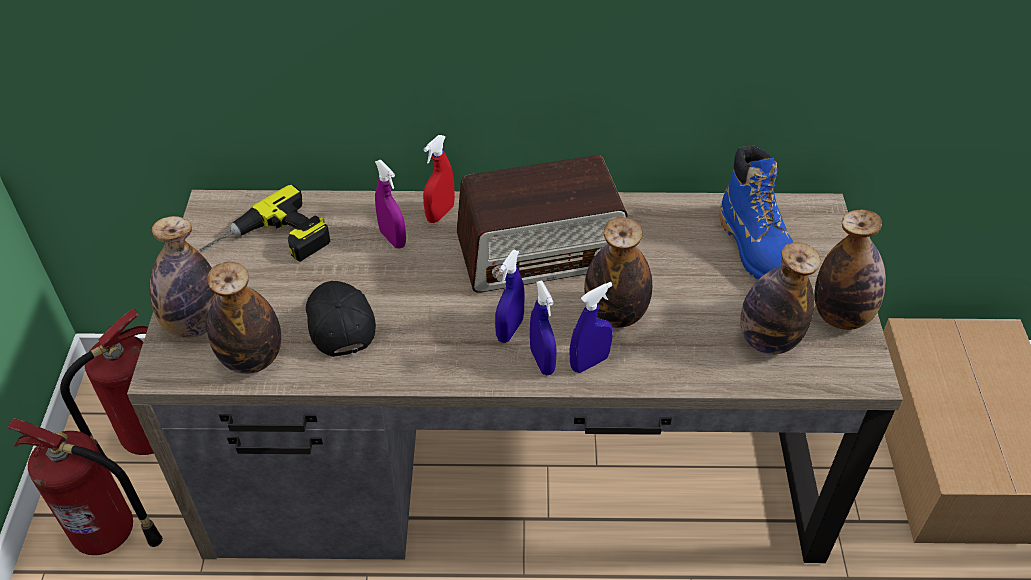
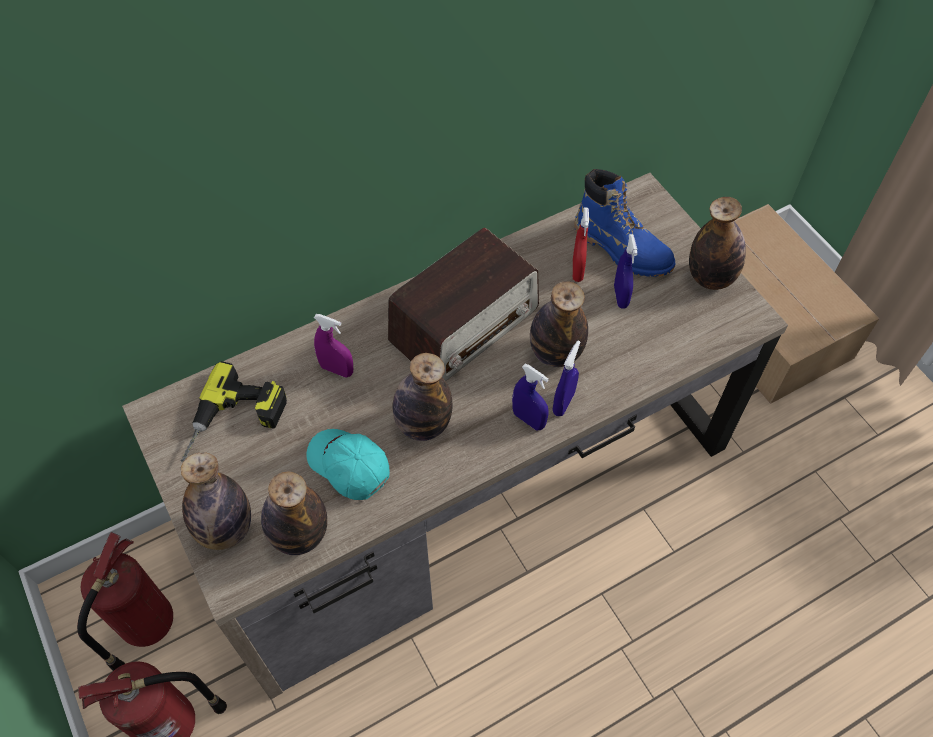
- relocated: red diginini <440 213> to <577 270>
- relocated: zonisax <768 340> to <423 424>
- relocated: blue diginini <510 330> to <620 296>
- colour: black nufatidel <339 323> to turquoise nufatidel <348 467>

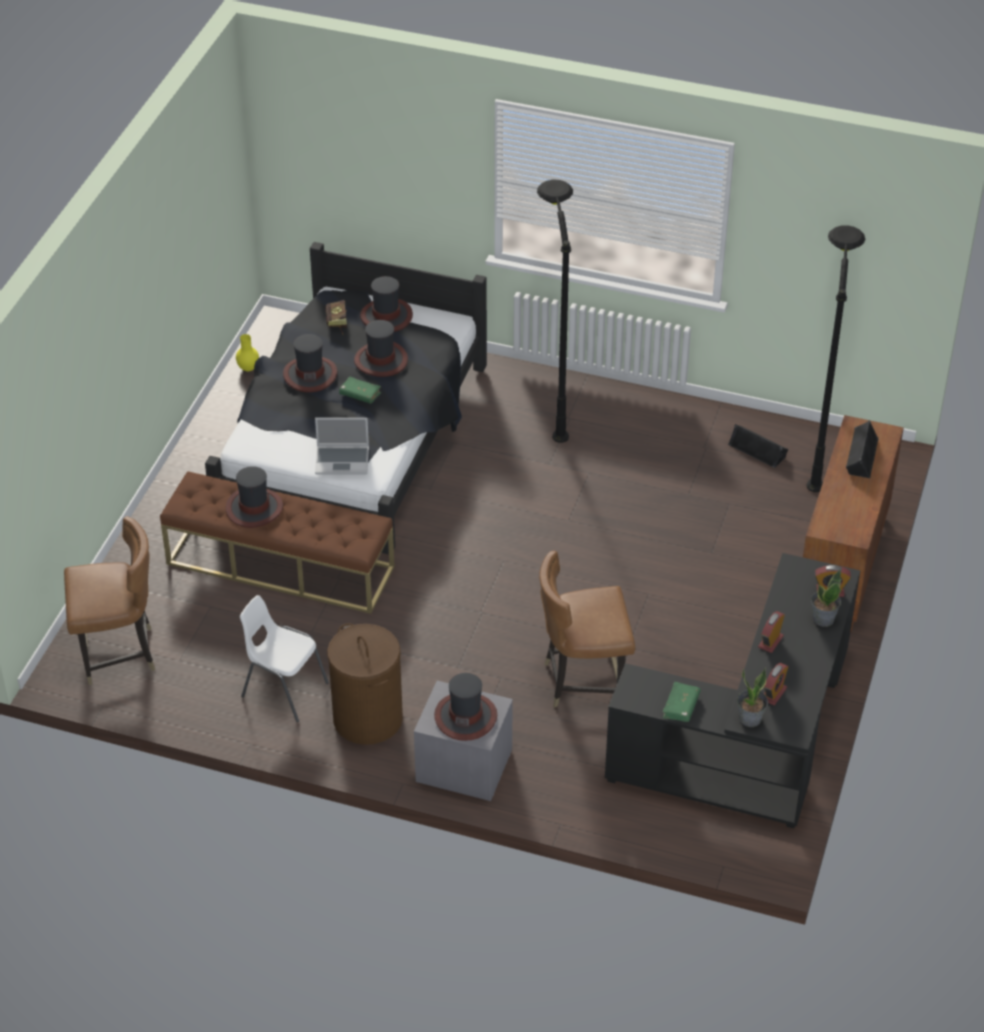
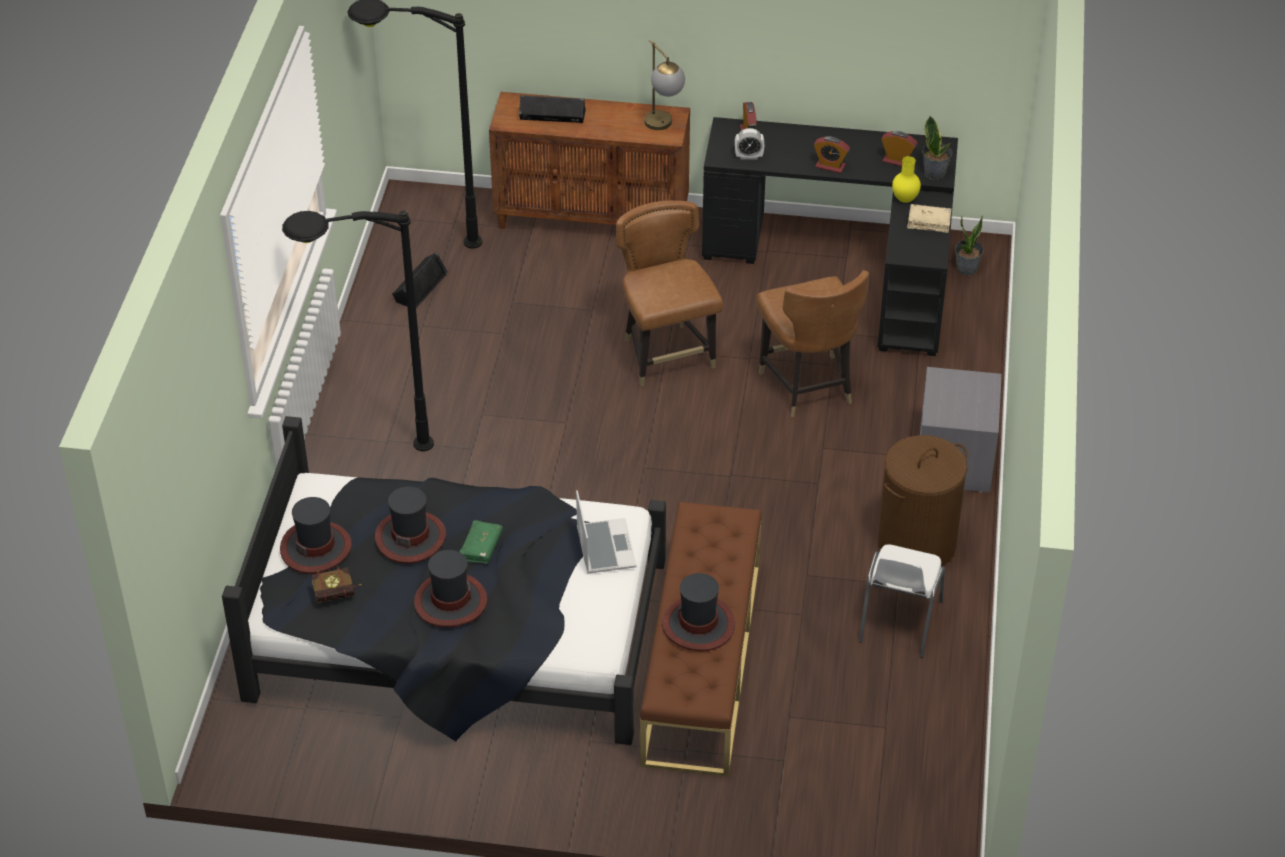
- relocated: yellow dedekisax <248 368> to <905 200>
- relocated: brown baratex <118 653> to <666 355>
- relocated: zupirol <823 619> to <967 269>
- missing: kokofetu <465 716>
- colour: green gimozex <681 706> to beige gimozex <929 222>
- appeared: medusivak <663 127>
- appeared: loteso <749 156>

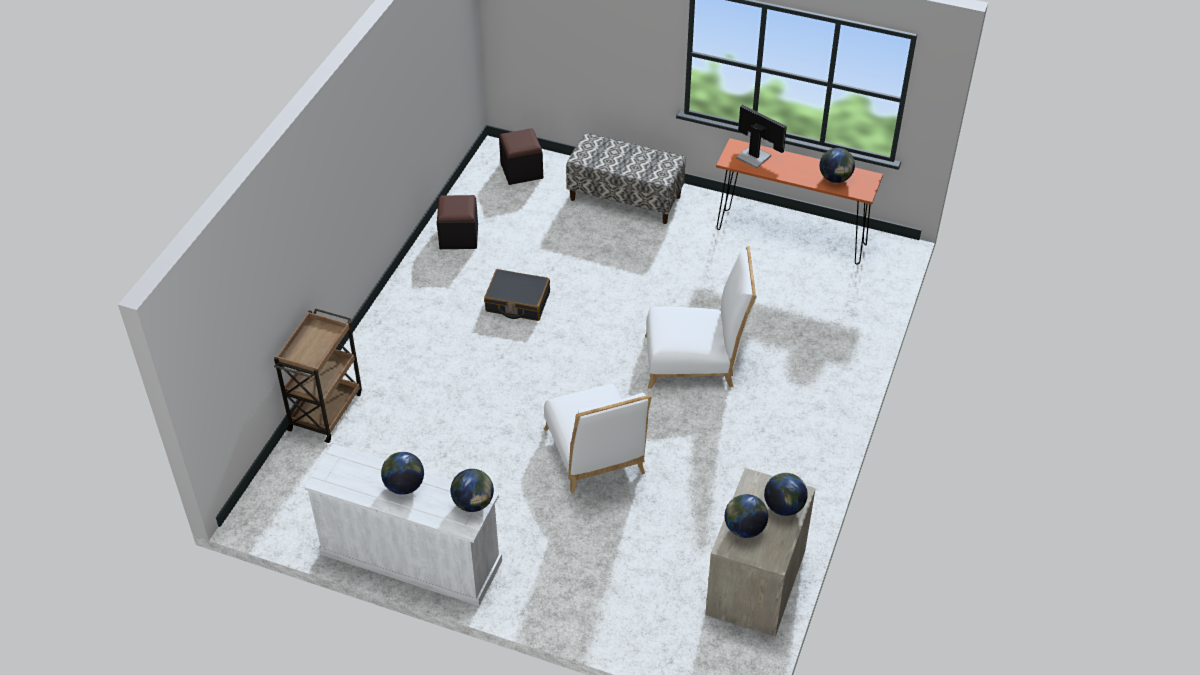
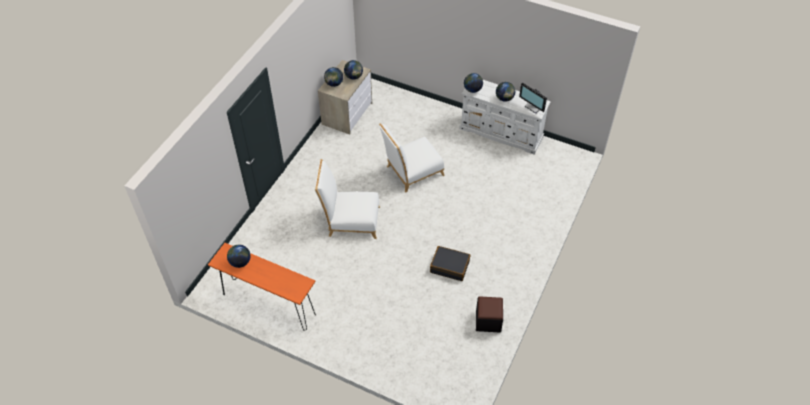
- relocated: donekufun <754 156> to <534 107>
- missing: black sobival <521 171>
- missing: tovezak <625 198>
- missing: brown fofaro <326 410>
- spun: white baratex <596 456> = <412 172> 105 degrees counterclockwise

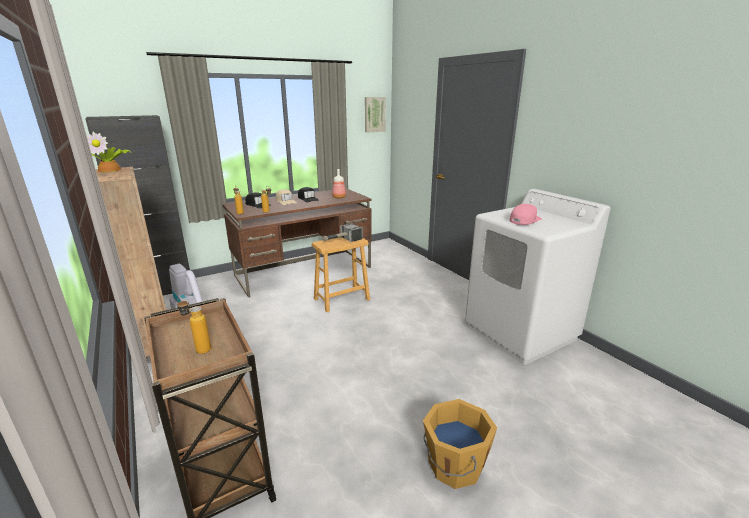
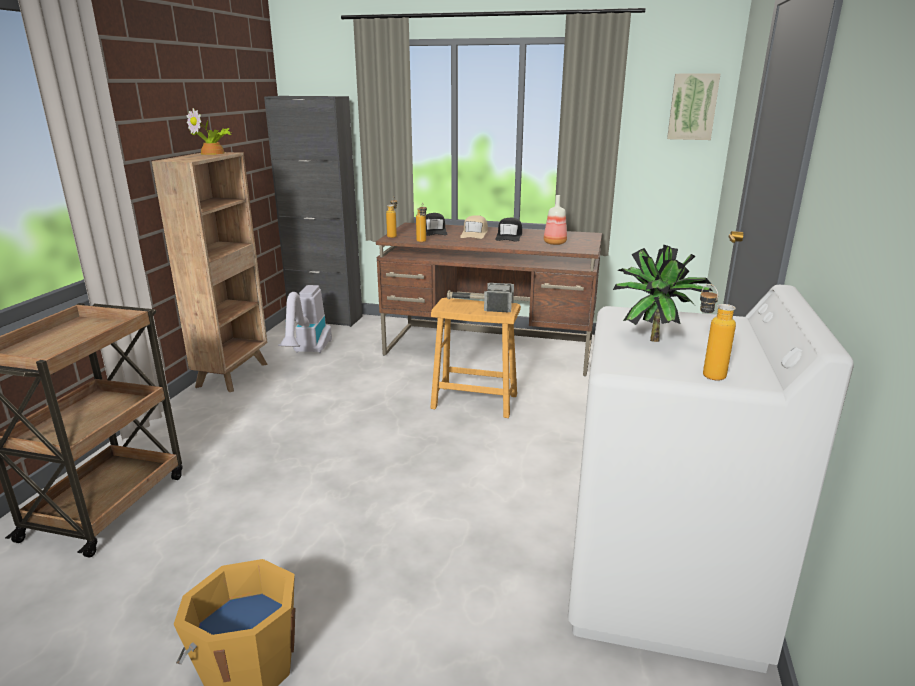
- exchanged: pink nufatidel <525 220> to zupirol <652 338>
- relocated: zonisax <198 349> to <706 373>

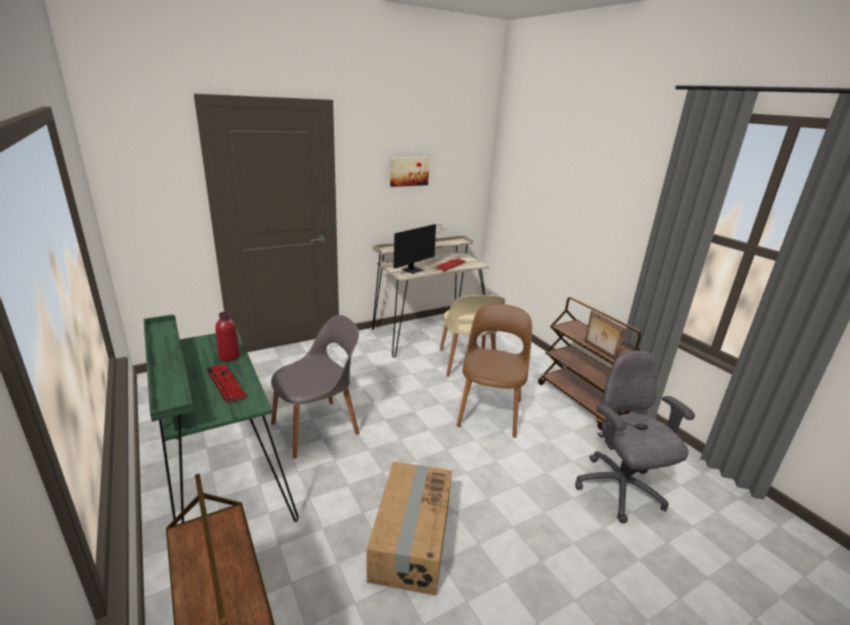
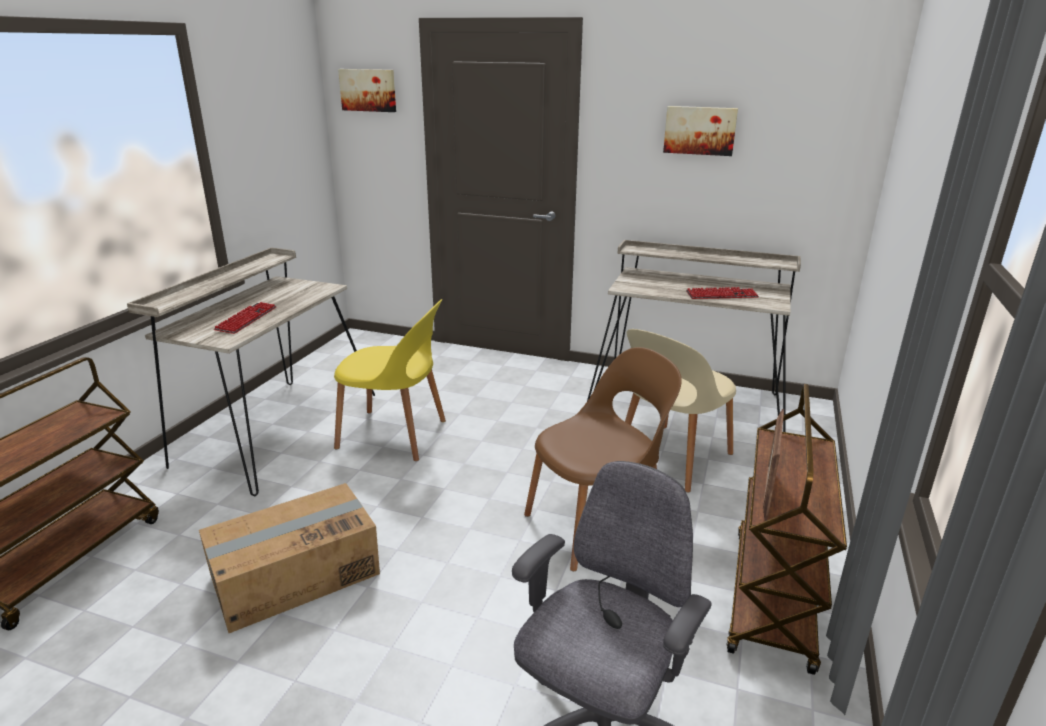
- missing: donekufun <415 269>
- missing: red zonisax <229 356>
- colour: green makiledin <221 474> to beige makiledin <274 429>
- colour: grey baratex <317 427> to yellow baratex <395 435>
- appeared: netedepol <368 90>

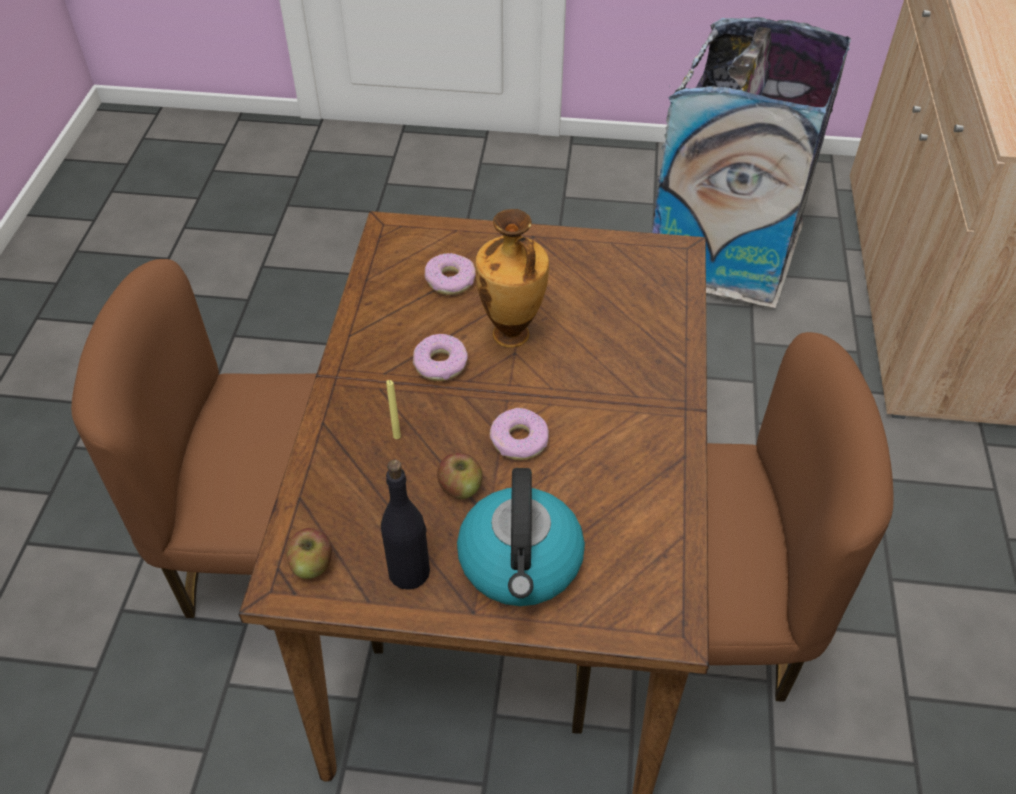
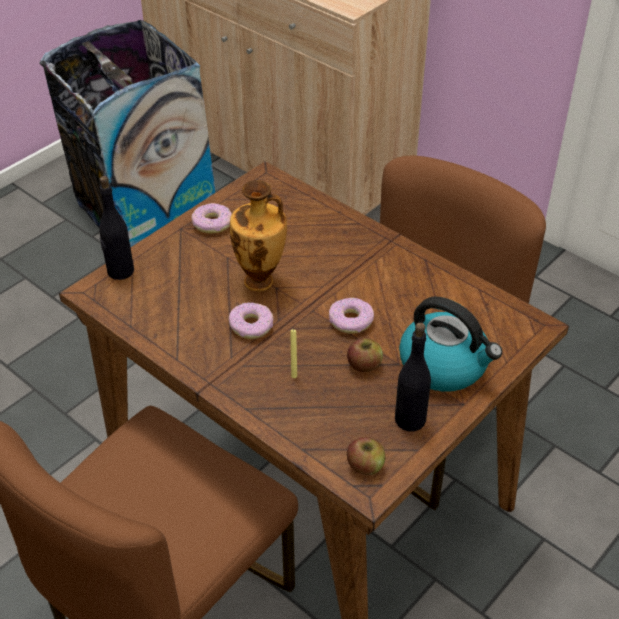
- relocated: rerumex <450 280> to <212 223>
- appeared: black zonisax <120 271>

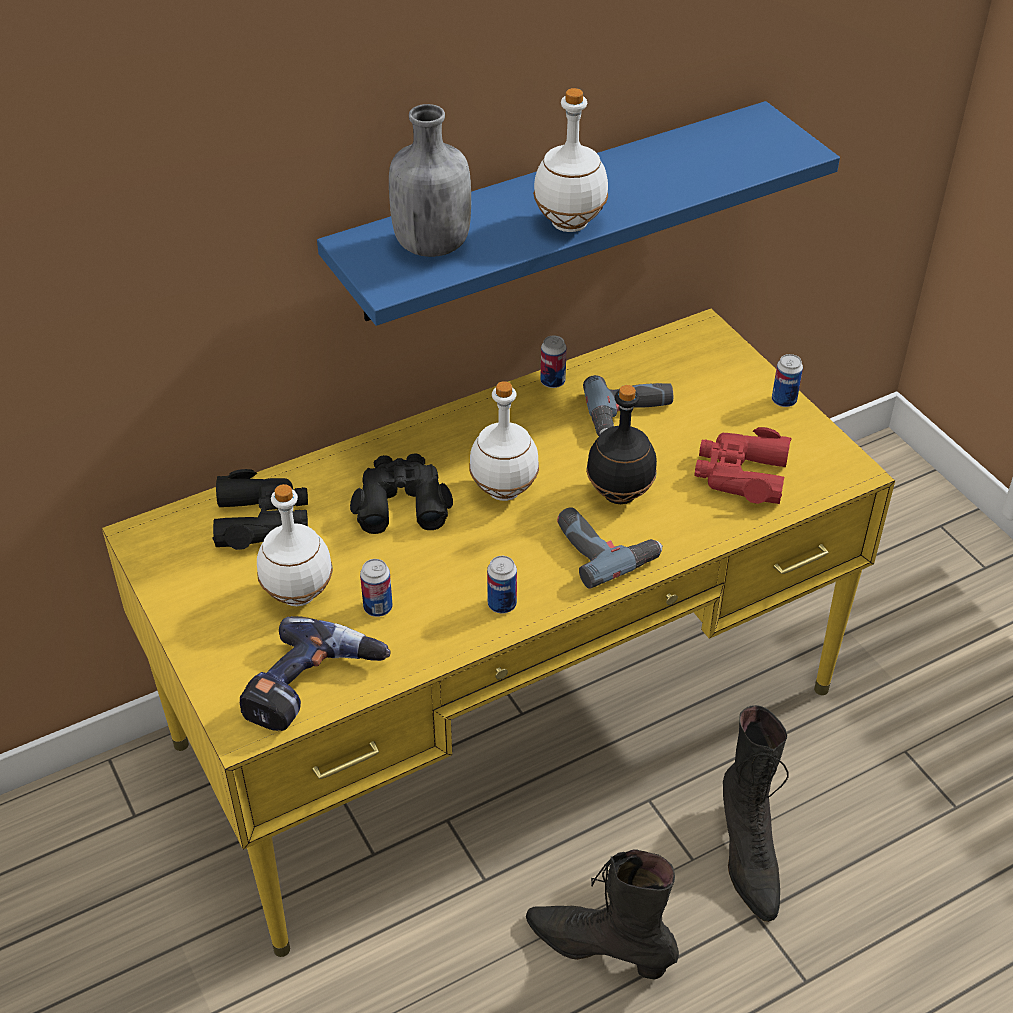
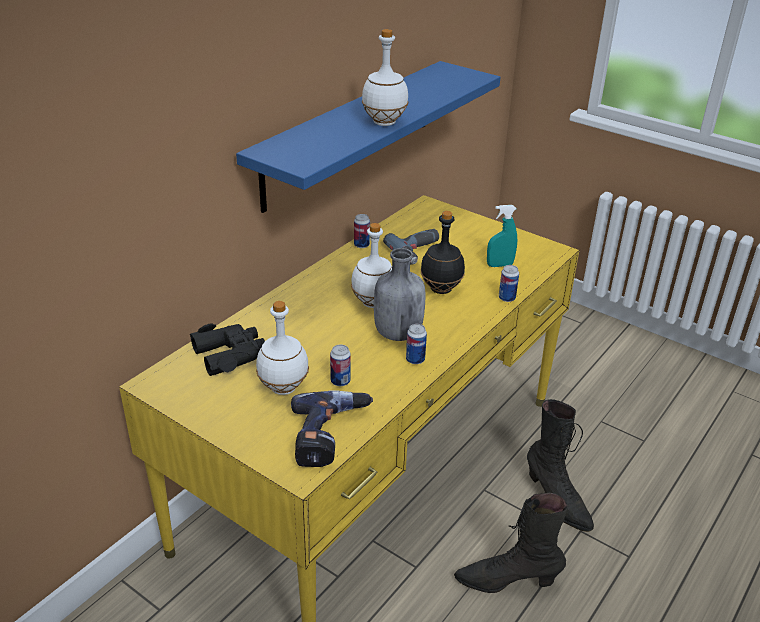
- relocated: grey zonisax <431 245> to <397 333>
- relocated: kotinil <784 400> to <507 298>
- exchanged: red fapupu <741 475> to turquoise diginini <499 265>
- missing: black fapupu <401 501>
- missing: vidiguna <604 548>

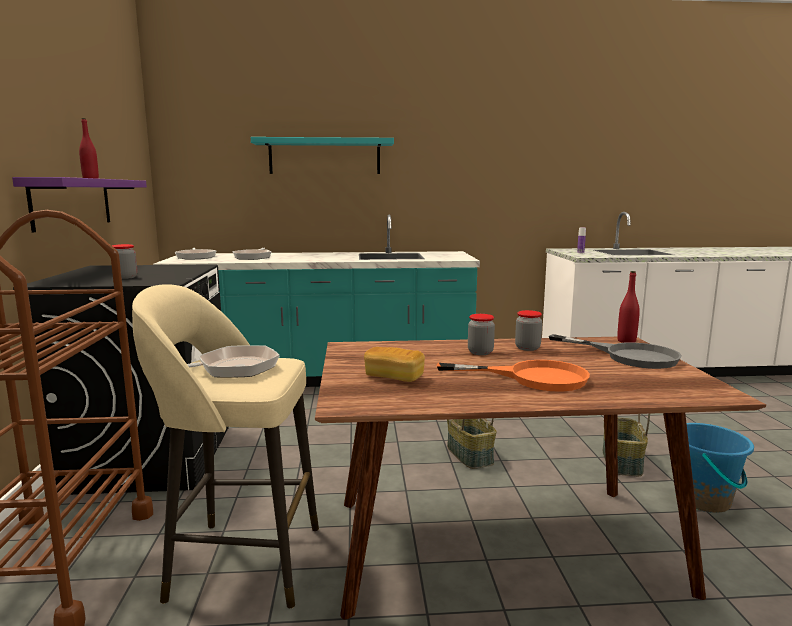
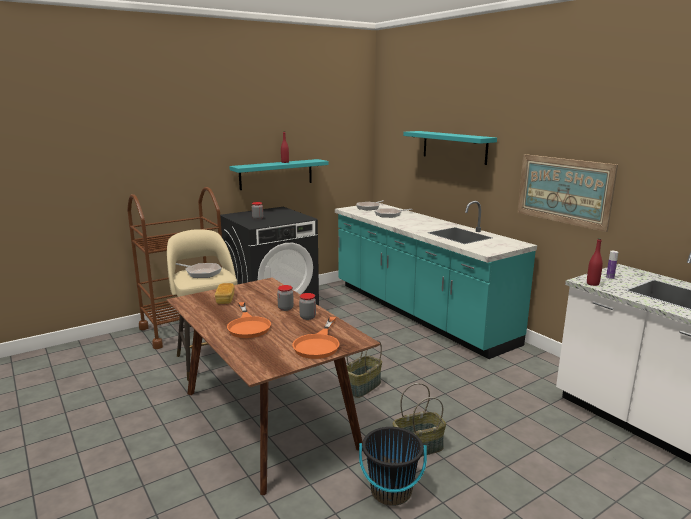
- colour: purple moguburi <72 203> to turquoise moguburi <276 174>
- relocated: red zonisax <626 341> to <592 284>
- colour: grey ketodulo <628 356> to orange ketodulo <318 344>
- colour: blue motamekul <703 499> to black motamekul <391 491>
- appeared: netedepol <564 190>

